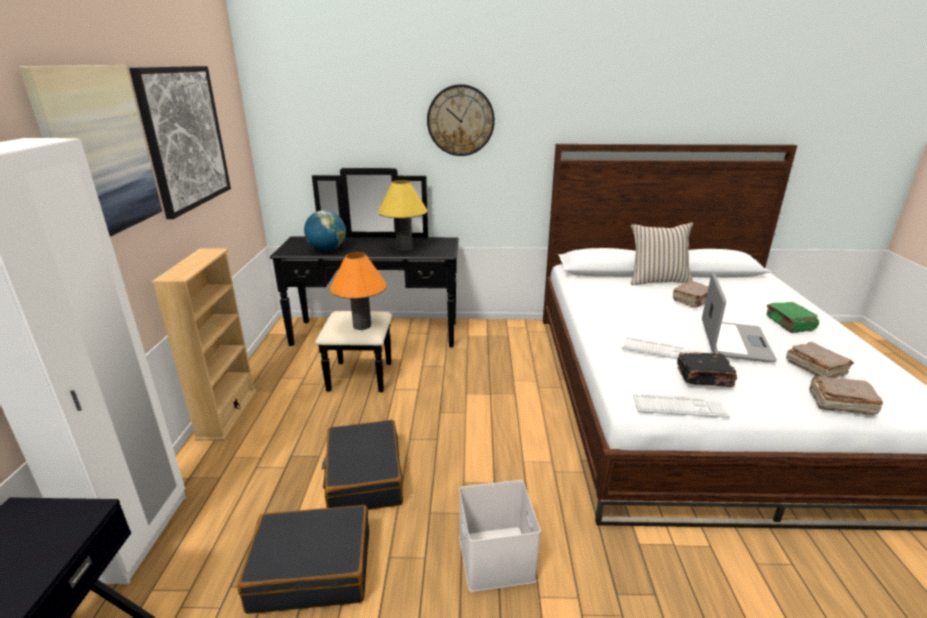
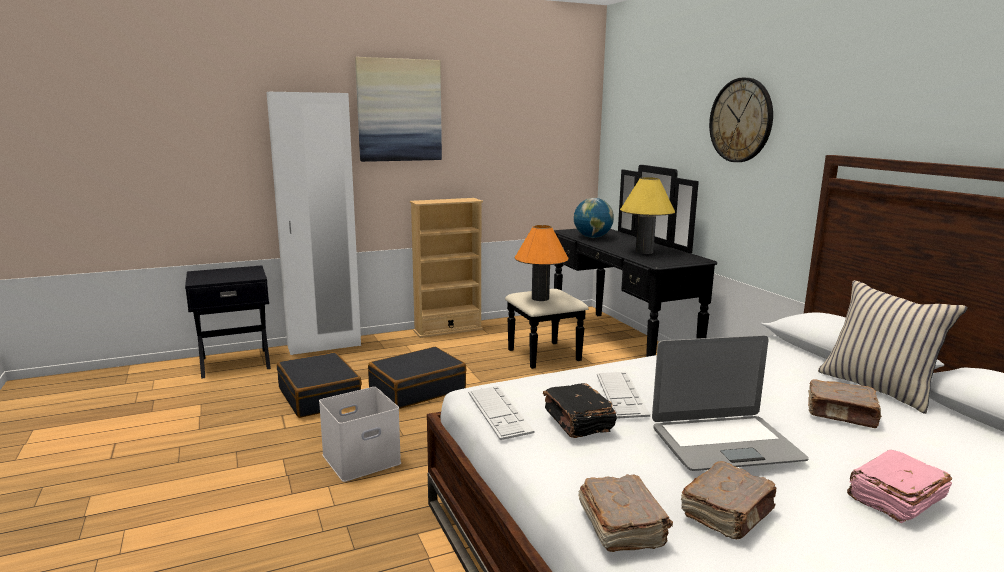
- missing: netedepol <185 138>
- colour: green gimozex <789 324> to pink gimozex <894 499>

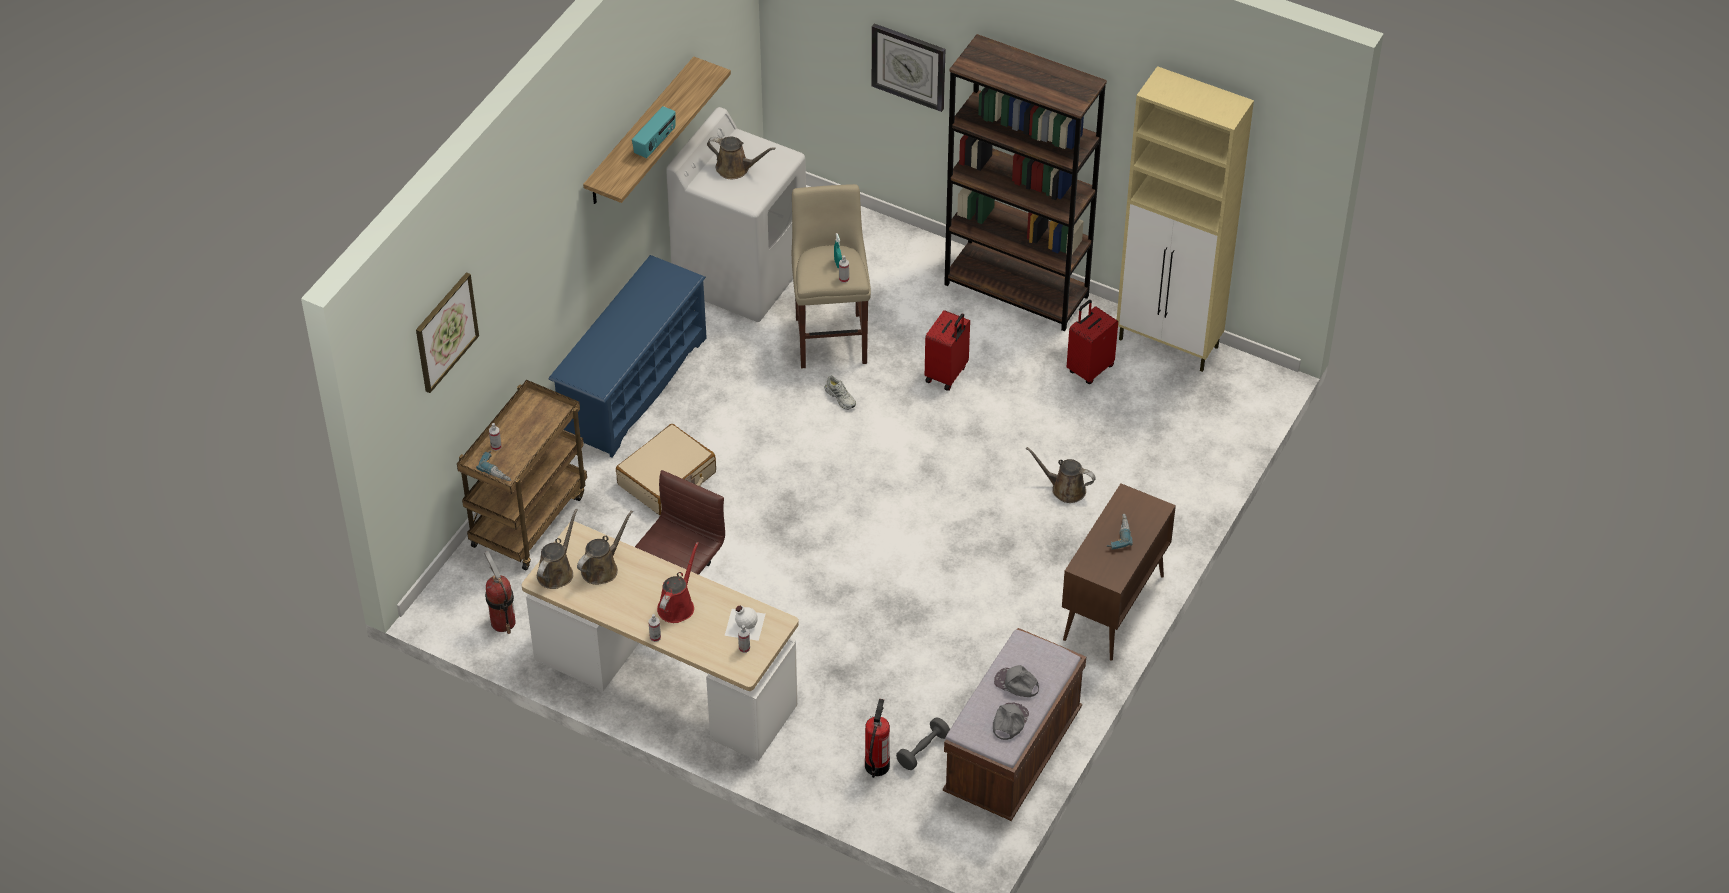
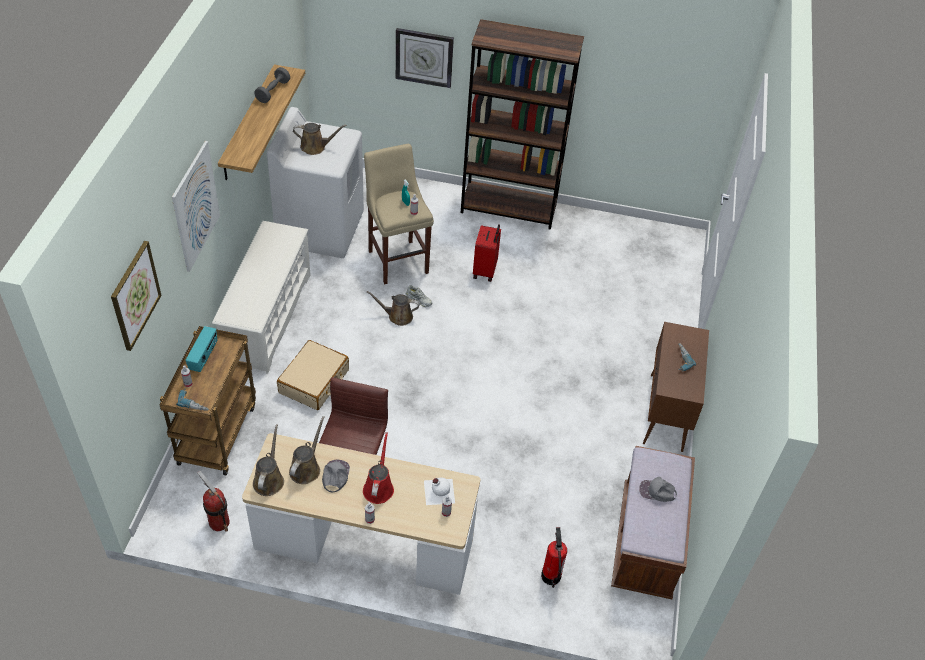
- missing: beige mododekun <1169 344>
- relocated: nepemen <655 143> to <204 357>
- colour: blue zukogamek <633 385> to white zukogamek <268 317>
- missing: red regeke <1089 368>
- relocated: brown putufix <1065 489> to <397 316>
- relocated: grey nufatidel <1009 722> to <335 476>
- relocated: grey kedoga <923 750> to <273 91>
- appeared: netedepol <196 206>

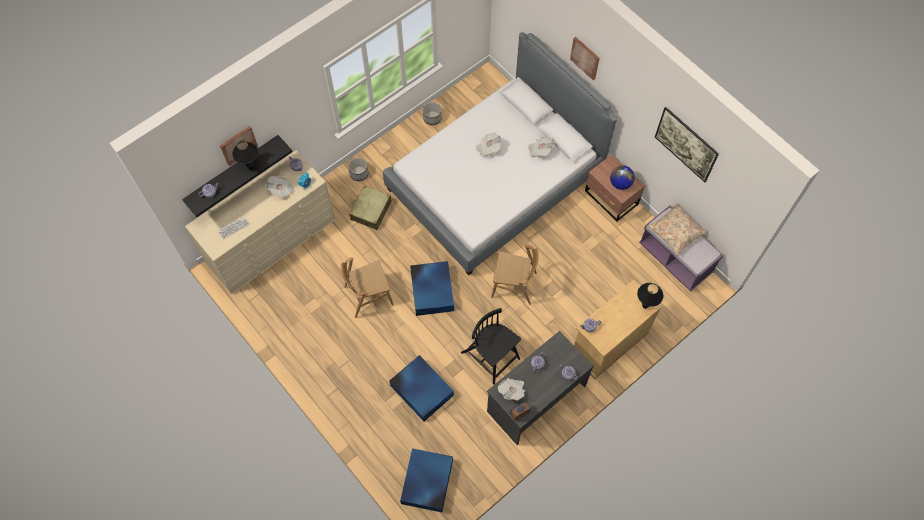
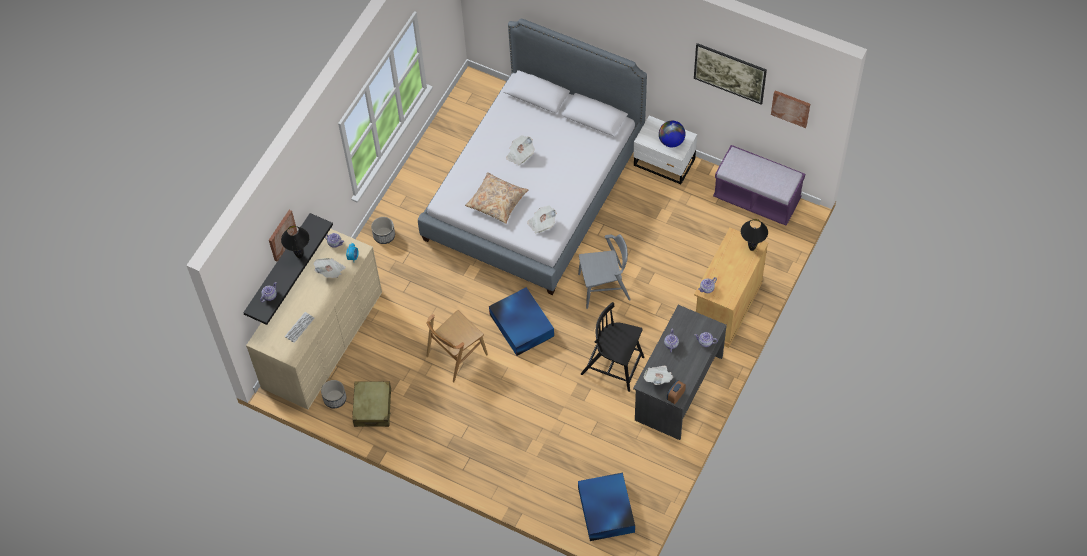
- relocated: netedepol <585 58> to <791 108>
- relocated: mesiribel <432 118> to <335 398>
- relocated: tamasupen <539 150> to <542 223>
- colour: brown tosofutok <611 198> to white tosofutok <664 163>
- relocated: beige regeke <371 210> to <373 407>
- relocated: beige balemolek <676 232> to <497 201>
- colour: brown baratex <514 285> to grey baratex <604 287>
- missing: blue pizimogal <421 389>

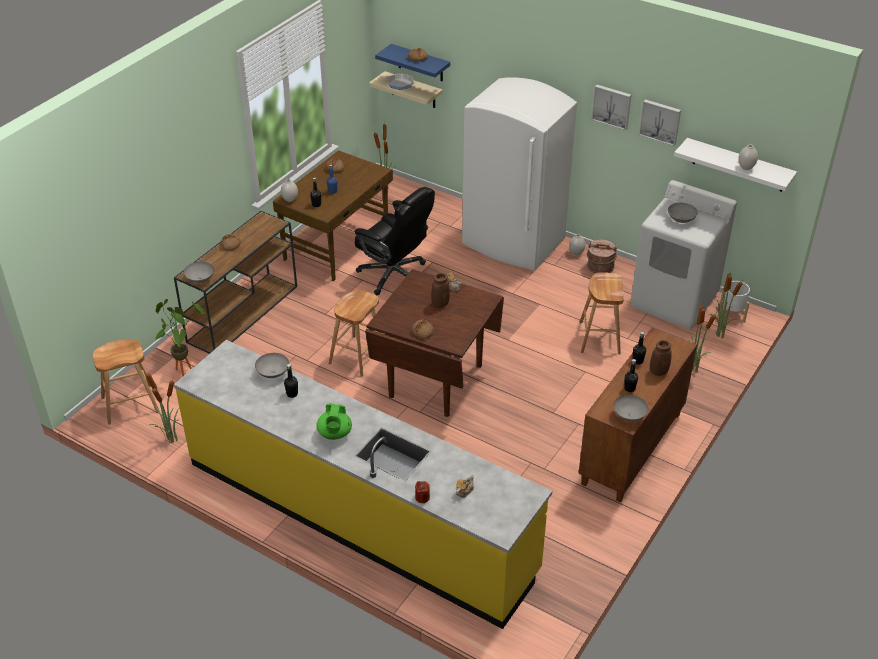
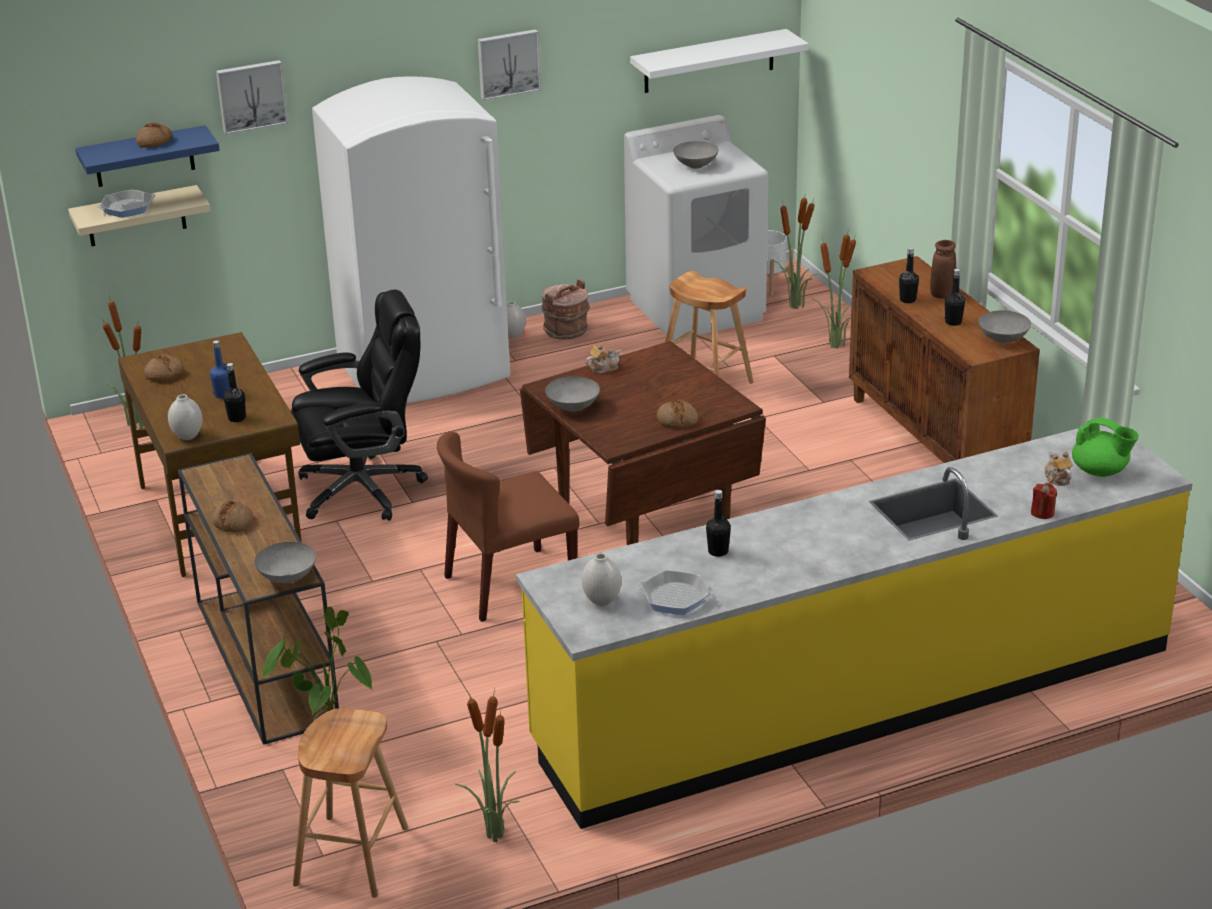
- relocated: netedepol <660 121> to <251 96>
- relocated: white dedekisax <745 167> to <601 601>
- missing: brown dedekisax <440 304>
- exchanged: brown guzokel <357 356> to brown baratex <509 584>
- relocated: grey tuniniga <272 373> to <572 407>
- relocated: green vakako <334 433> to <1100 471>
- appeared: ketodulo <675 598>

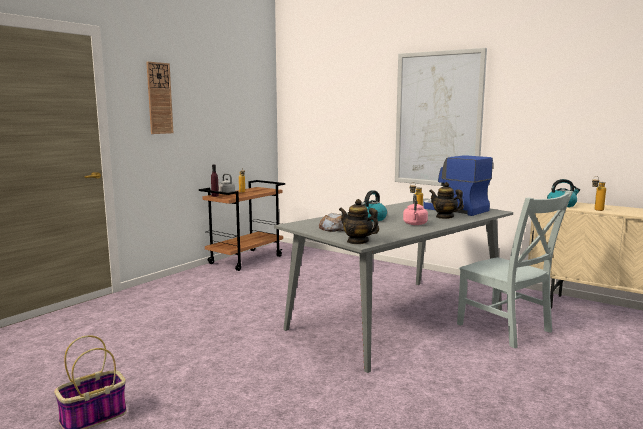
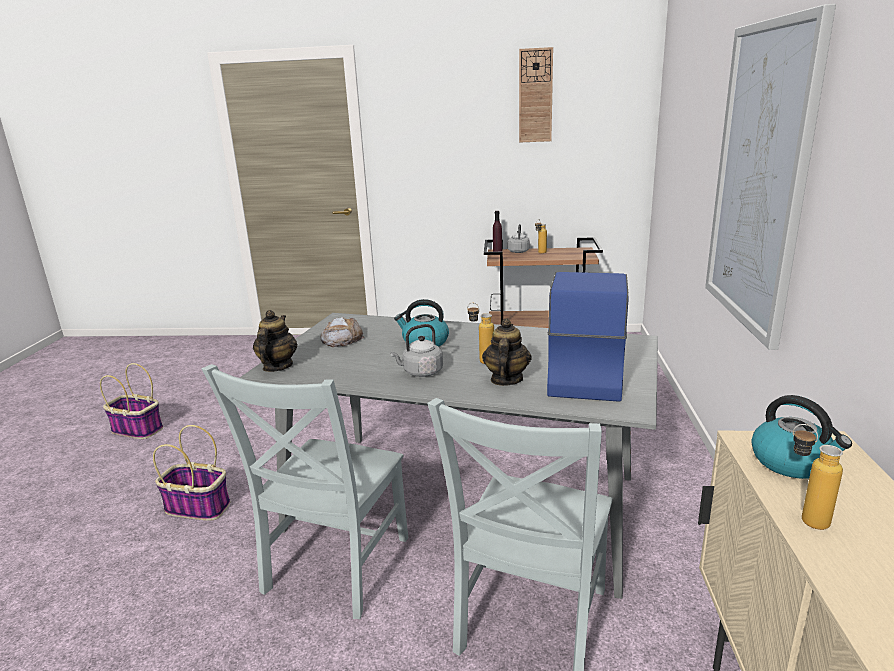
- relocated: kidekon <159 98> to <535 96>
- colour: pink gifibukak <415 224> to grey gifibukak <421 372>
- appeared: grey baratex <334 568>
- appeared: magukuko <199 507>

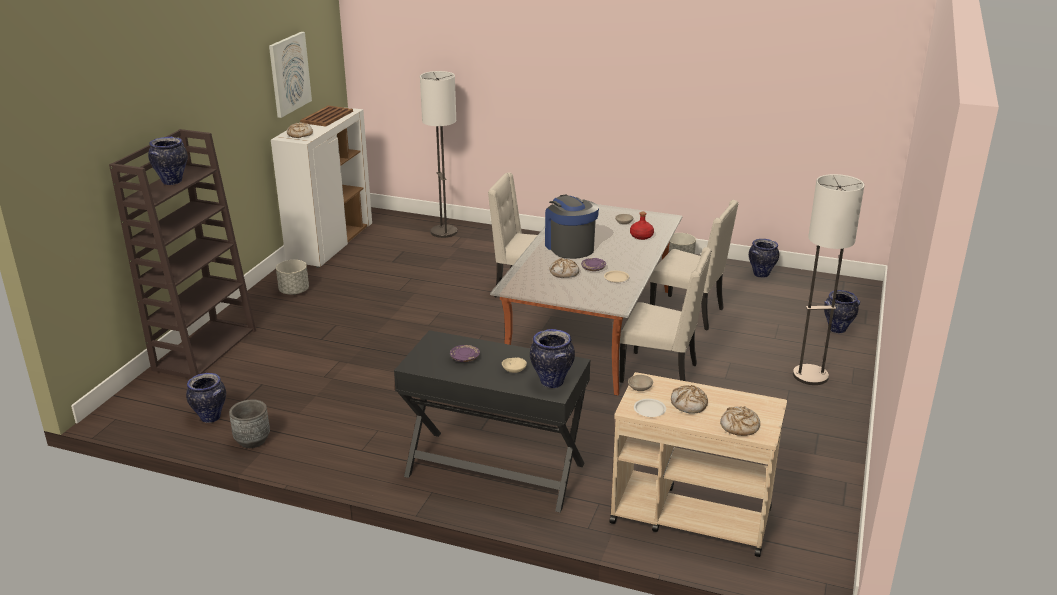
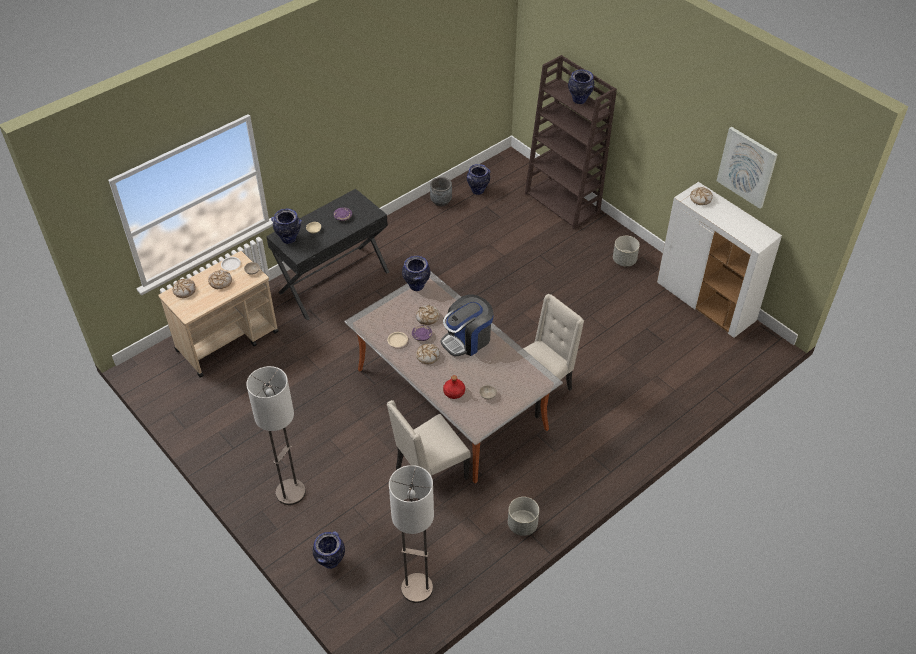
- relocated: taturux <443 232> to <417 588>
- missing: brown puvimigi <326 117>
- spun: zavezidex <569 247> = <467 339> 135 degrees clockwise
- relocated: dedekisax <761 274> to <417 286>
- missing: beige baratex <661 373>
- appeared: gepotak <428 356>

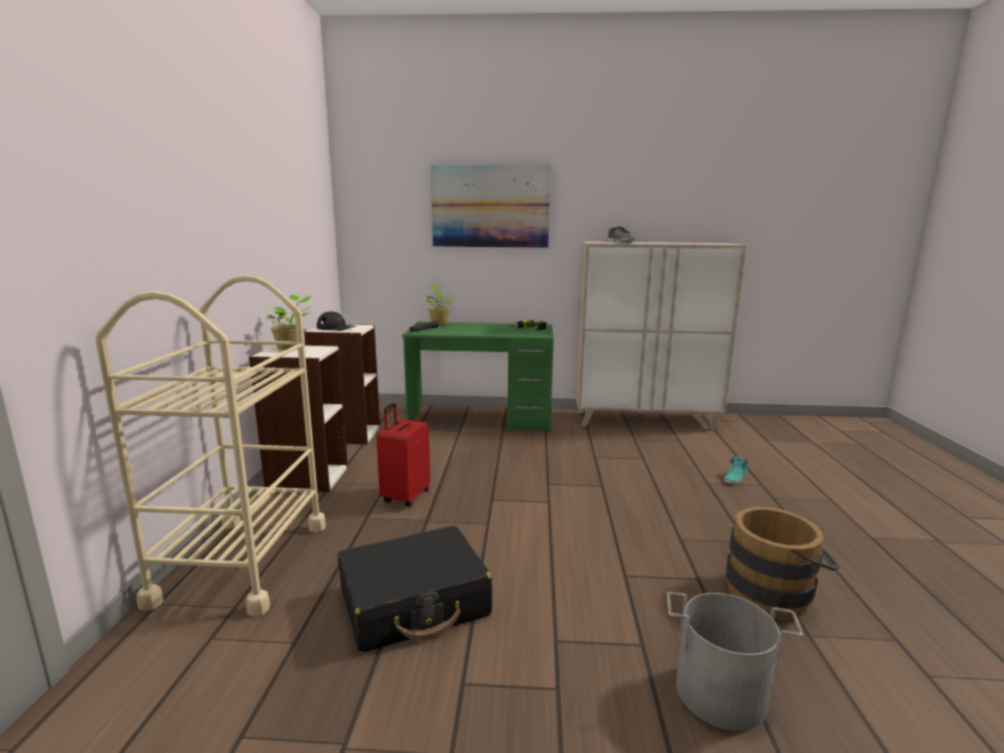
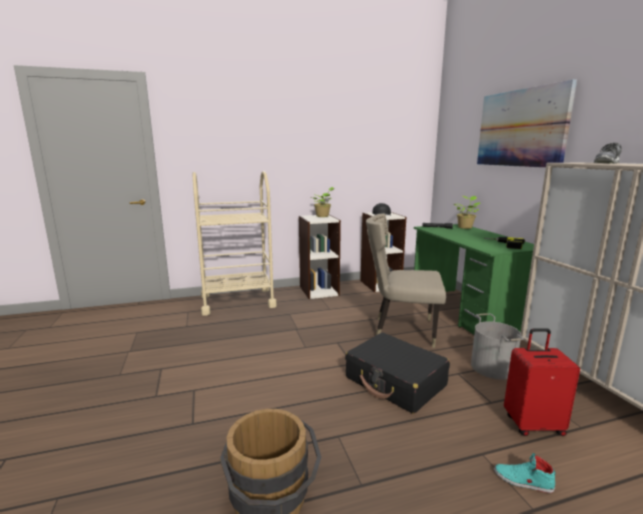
- relocated: red regeke <405 496> to <533 424>
- relocated: black regeke <415 603> to <395 382>
- relocated: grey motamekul <720 692> to <493 367>
- appeared: beige baratex <401 330>

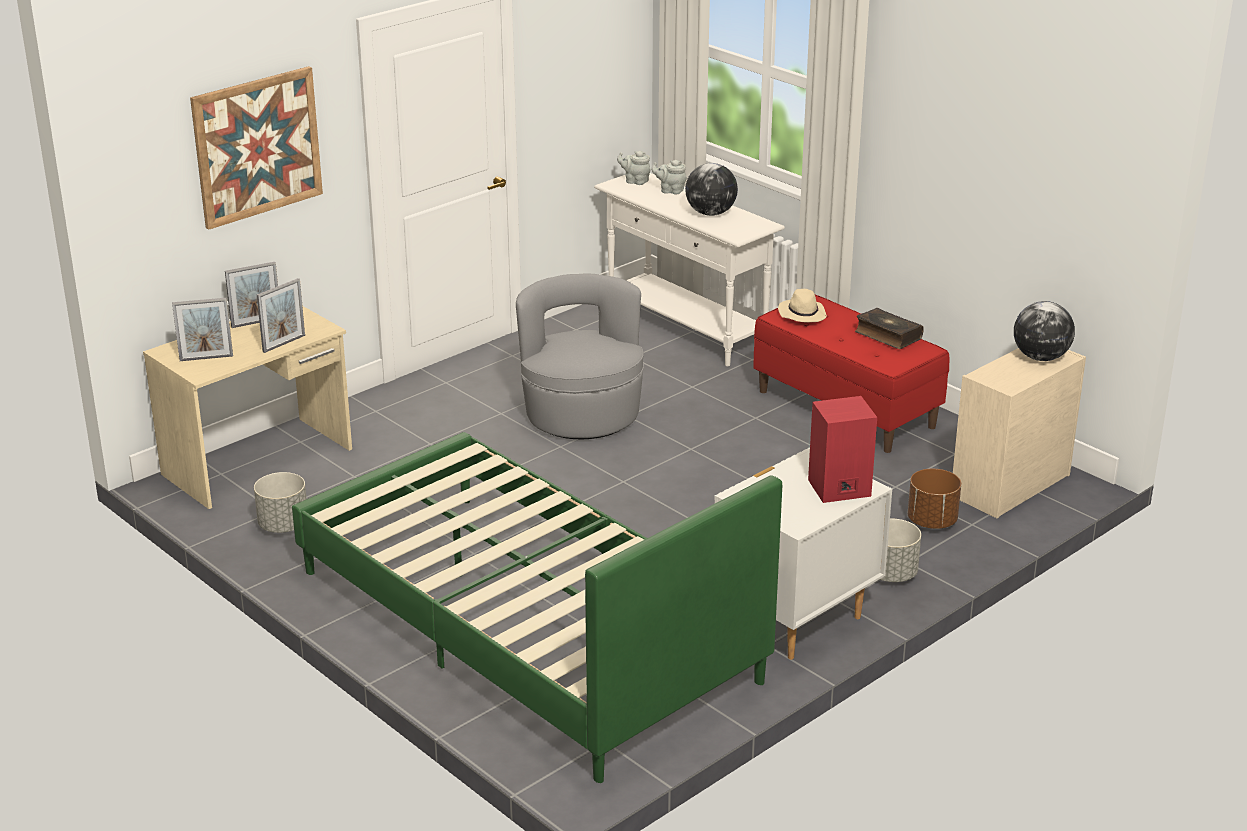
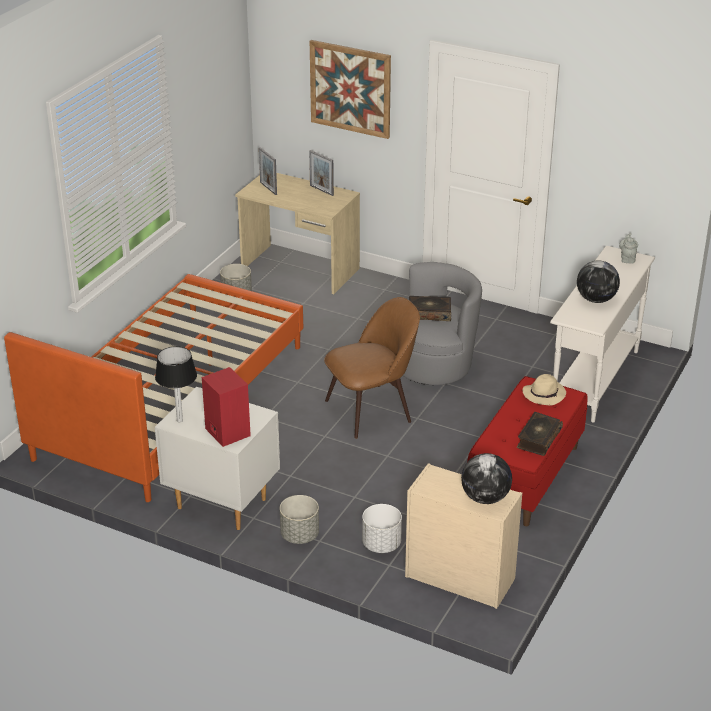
- missing: grey vakako <670 191>
- missing: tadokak <284 343>
- colour: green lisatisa <525 626> to orange lisatisa <172 401>
- colour: brown mesiribel <932 522> to white mesiribel <381 544>
- appeared: gimozex <429 313>
- appeared: brown baratex <371 410>
- appeared: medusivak <180 420>

